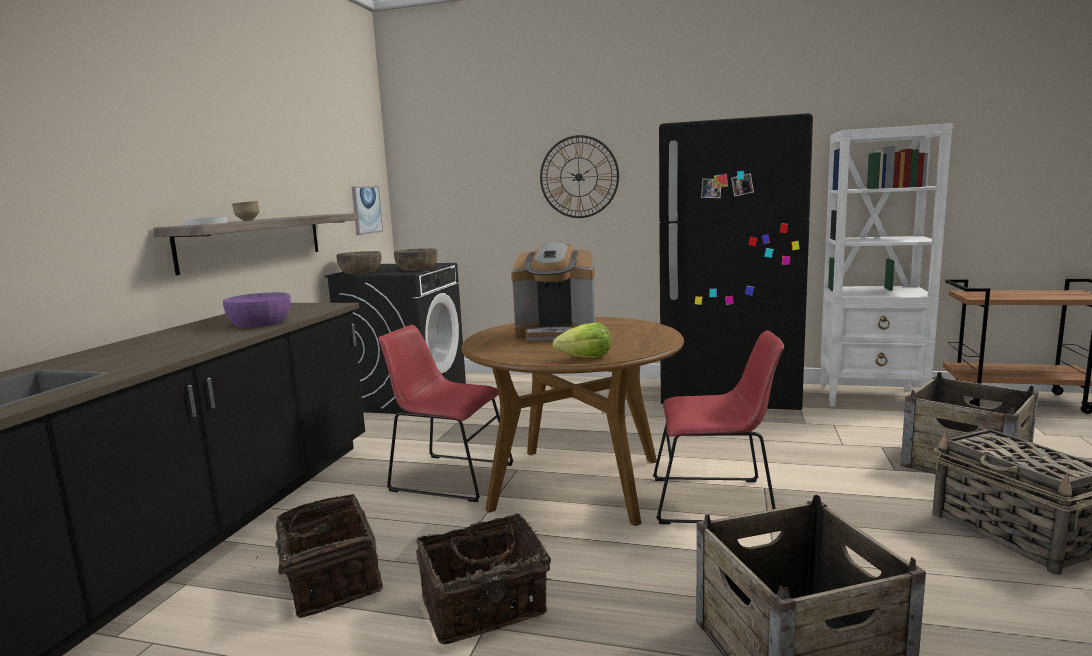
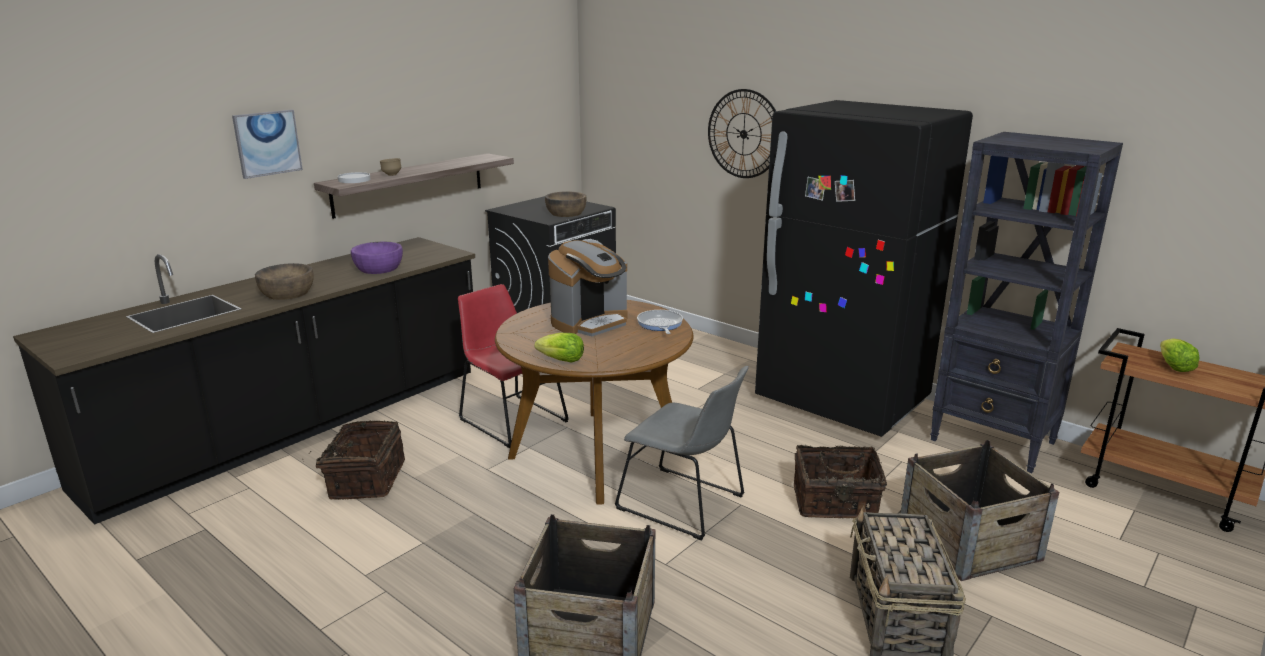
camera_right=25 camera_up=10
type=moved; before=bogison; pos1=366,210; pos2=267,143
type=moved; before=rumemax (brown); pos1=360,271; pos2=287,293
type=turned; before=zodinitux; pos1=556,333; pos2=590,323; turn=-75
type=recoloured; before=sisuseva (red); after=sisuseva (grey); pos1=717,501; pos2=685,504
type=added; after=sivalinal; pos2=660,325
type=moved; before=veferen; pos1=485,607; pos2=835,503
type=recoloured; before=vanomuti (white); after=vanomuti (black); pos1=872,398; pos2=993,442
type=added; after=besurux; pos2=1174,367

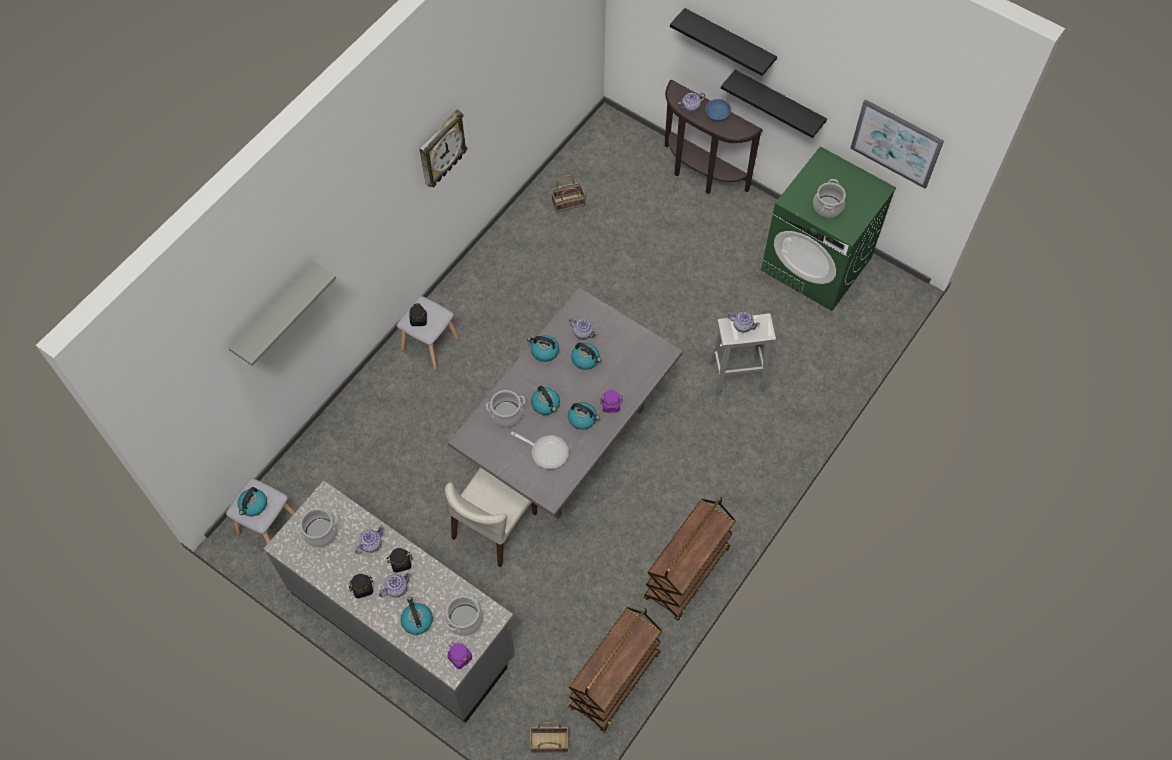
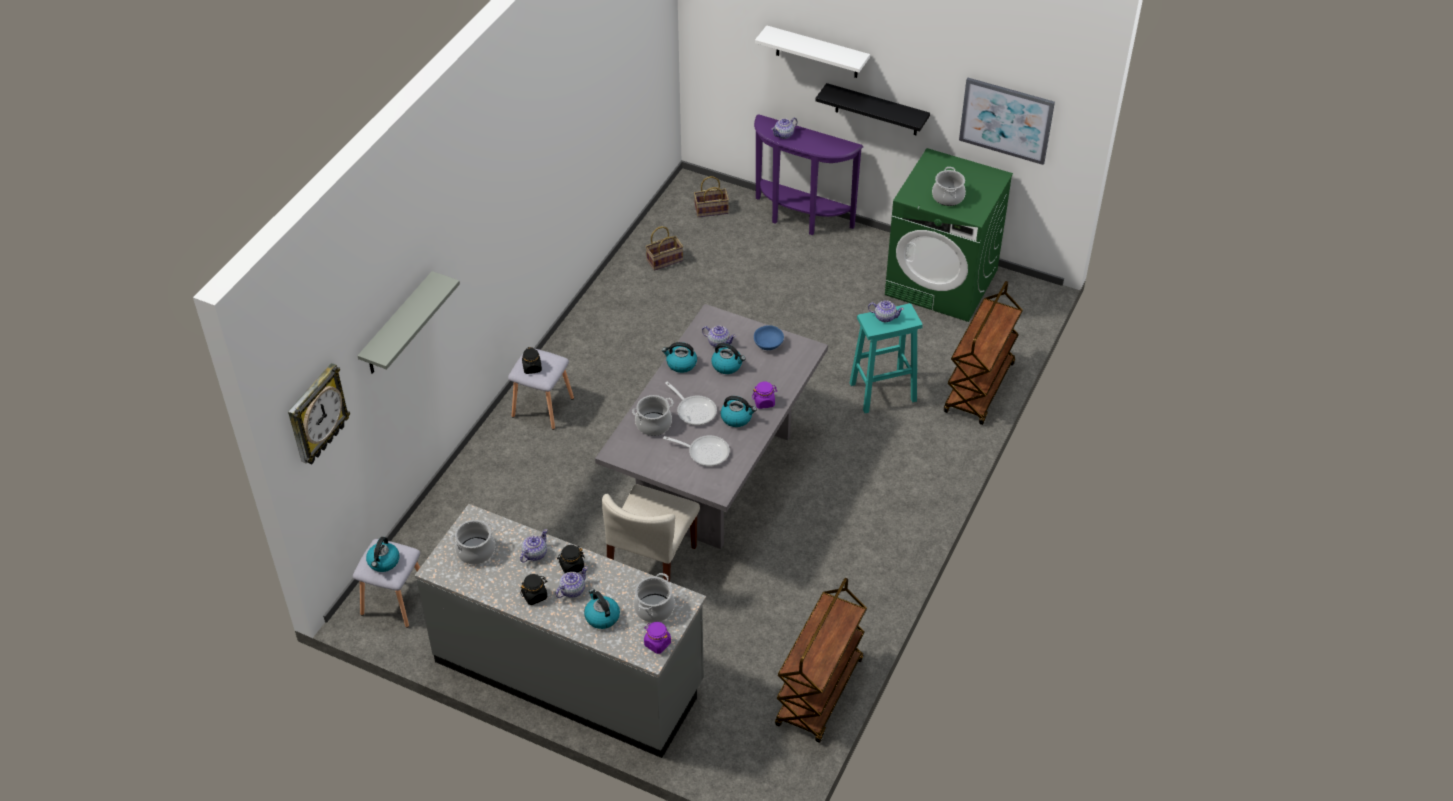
camera_right=-10 camera_up=-15
type=moved; before=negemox; pos1=441,149; pos2=316,415
type=replaced; before=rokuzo; after=sivalinal; pos1=546,404; pos2=694,410
type=moved; before=veferen; pos1=548,743; pos2=710,211
type=recoloured; before=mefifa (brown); after=mefifa (purple); pos1=700,175; pos2=799,219
type=moved; before=rumemax (blue); pos1=717,115; pos2=768,344
type=recoloured; before=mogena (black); after=mogena (white); pos1=728,42; pos2=817,52
type=recoloured; before=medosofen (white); after=medosofen (turquoise); pos1=737,375; pos2=884,391
type=moved; before=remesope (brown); pos1=687,574; pos2=979,389

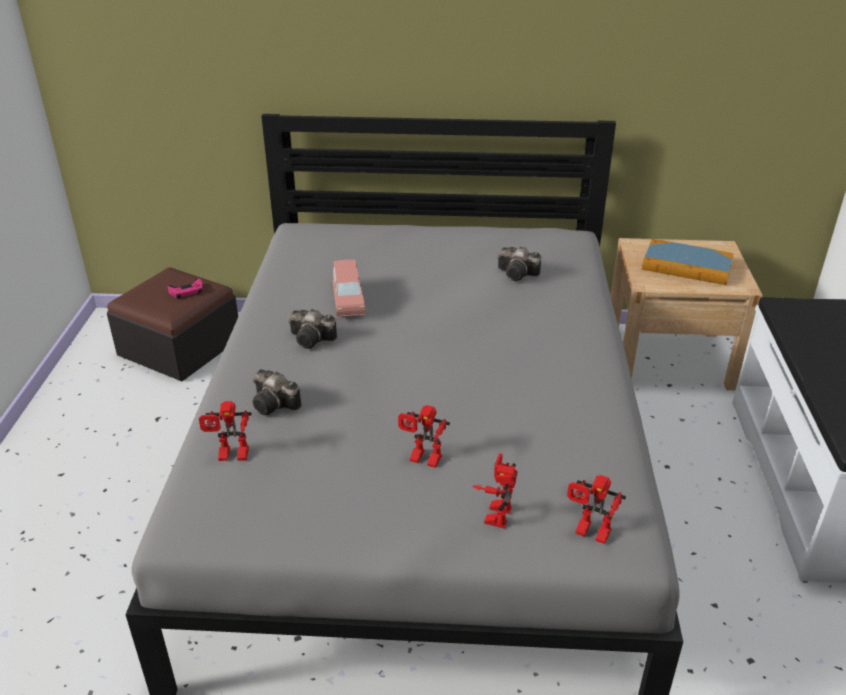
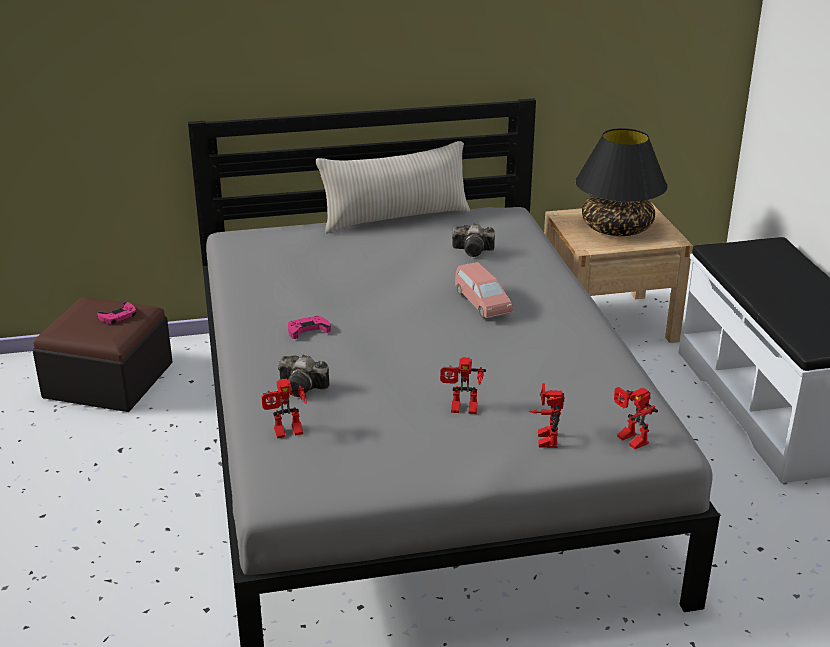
camera_right=-15 camera_up=-5
type=replaced; before=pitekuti; after=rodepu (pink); pos1=313,339; pos2=308,330
type=added; after=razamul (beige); pos2=395,218
type=moved; before=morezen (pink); pos1=348,300; pos2=482,303
type=replaced; before=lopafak; after=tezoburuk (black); pos1=686,266; pos2=617,228
type=turned; before=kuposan; pos1=589,533; pos2=628,440; turn=45

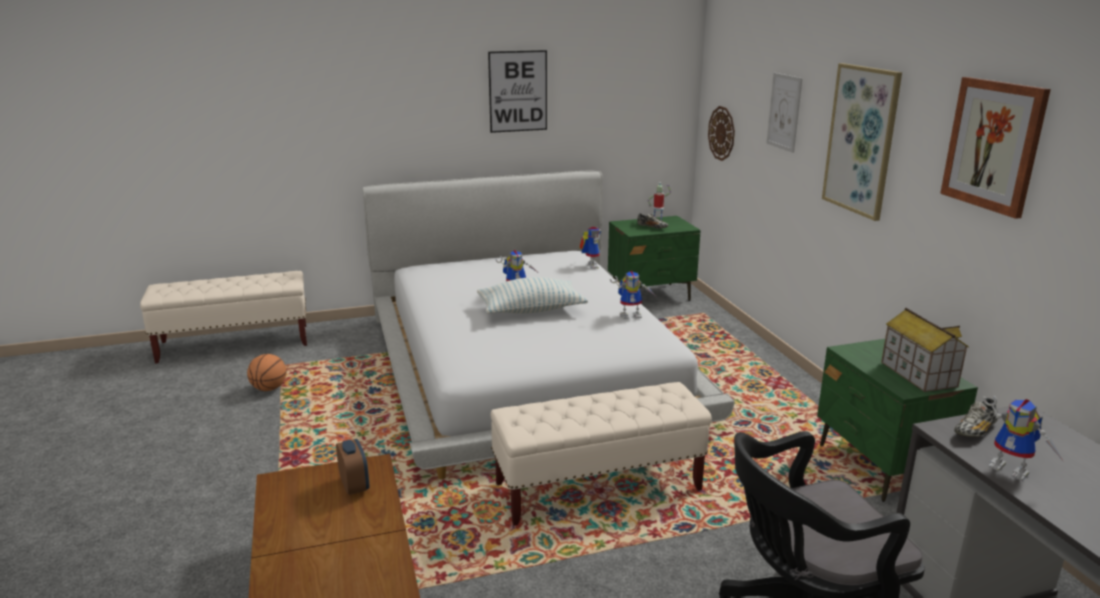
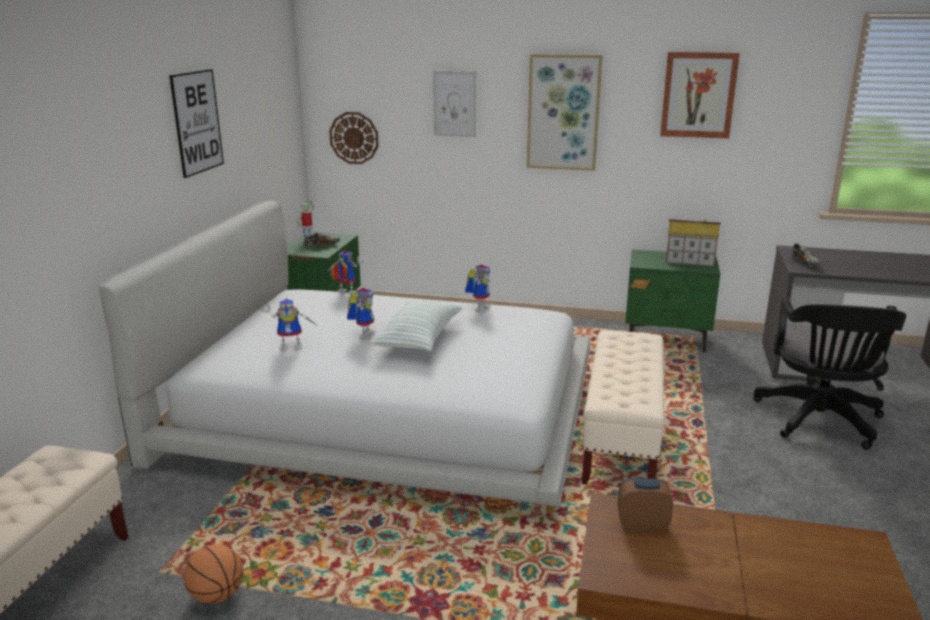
camera_right=-60 camera_up=0
type=moved; before=kuposan; pos1=1013,470; pos2=293,346

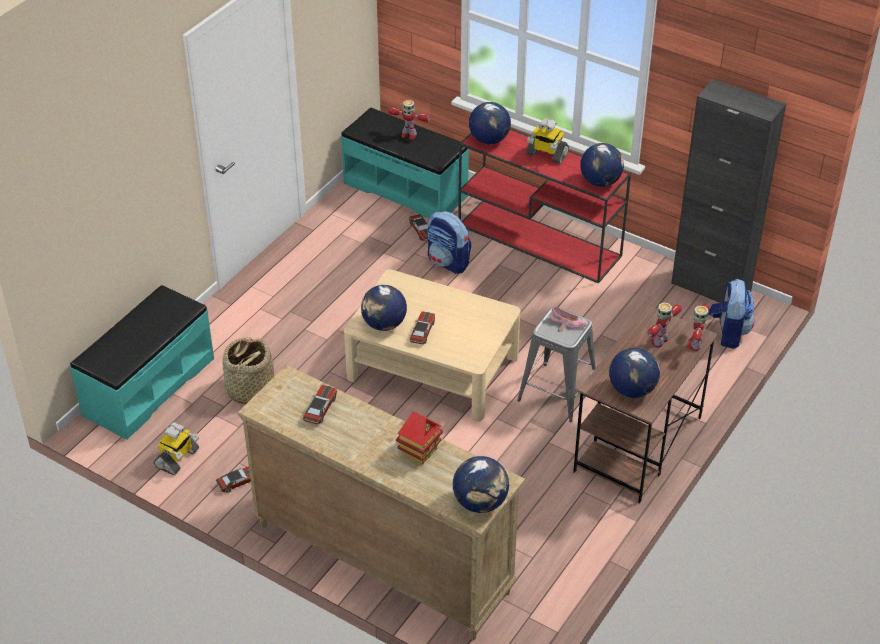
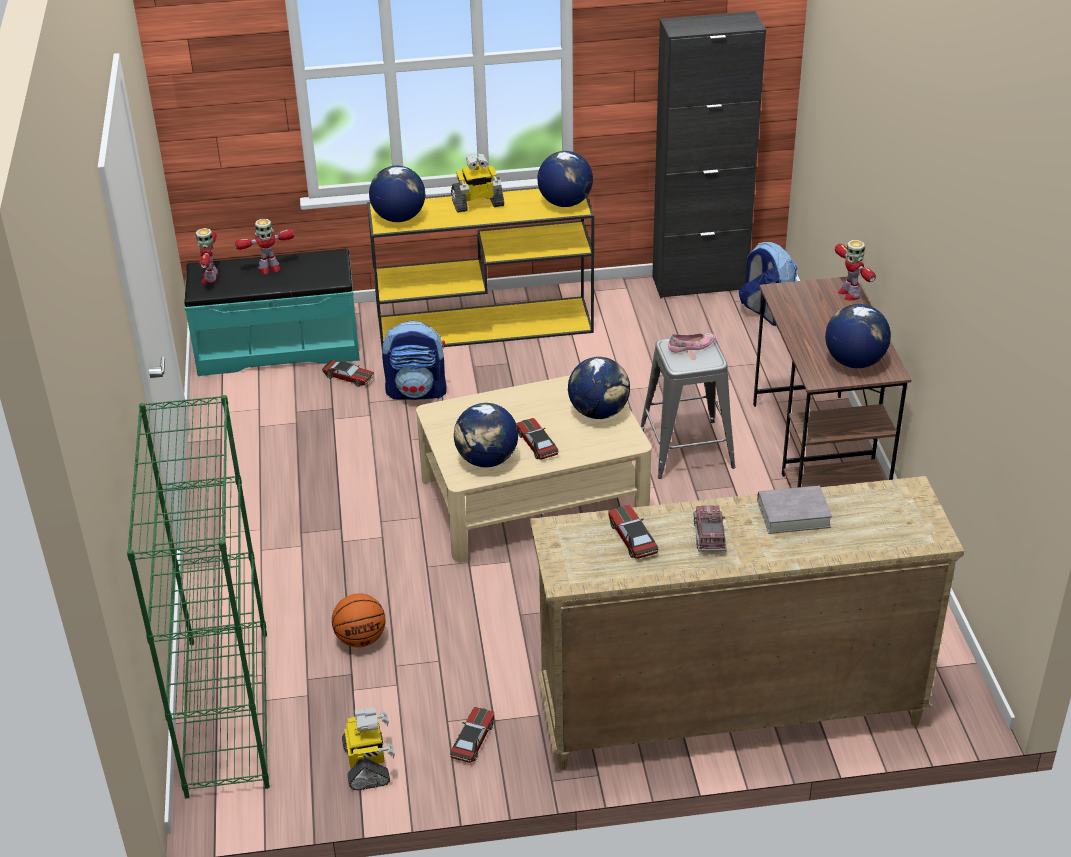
camera_right=-40 camera_up=-5
type=replaced; before=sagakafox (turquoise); after=vanomuti (green); pos1=148,386; pos2=227,711
type=moved; before=kuposan; pos1=660,341; pos2=210,278
type=replaced; before=veferen; after=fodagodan; pos1=250,390; pos2=360,639
type=recoloured; before=mefifa (red); after=mefifa (yellow); pos1=540,241; pos2=487,324
type=moved; before=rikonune; pos1=480,502; pos2=599,412
type=added; after=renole; pos2=709,536
type=replaced; before=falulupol; after=lopafak (grey); pos1=419,451; pos2=793,514

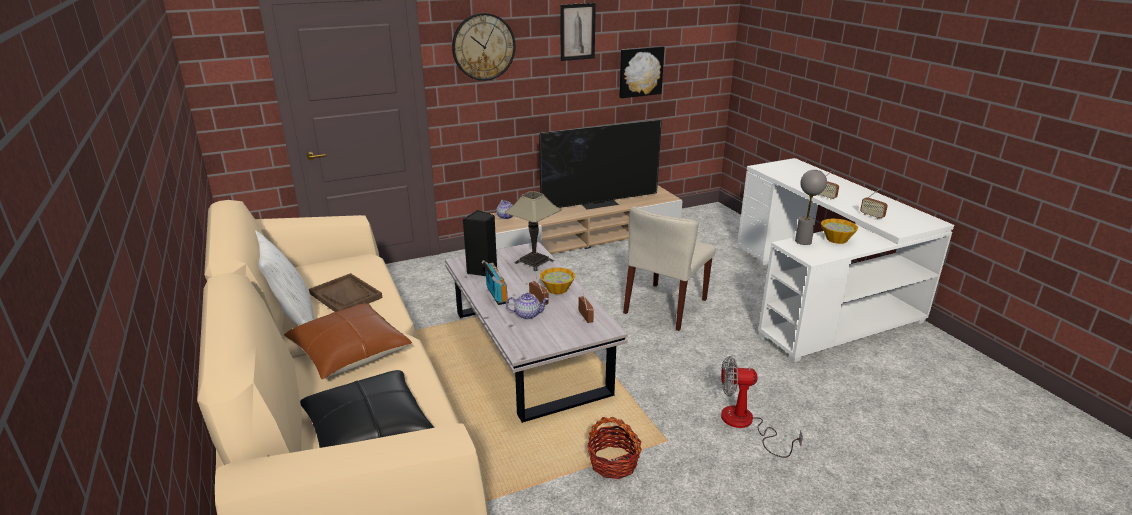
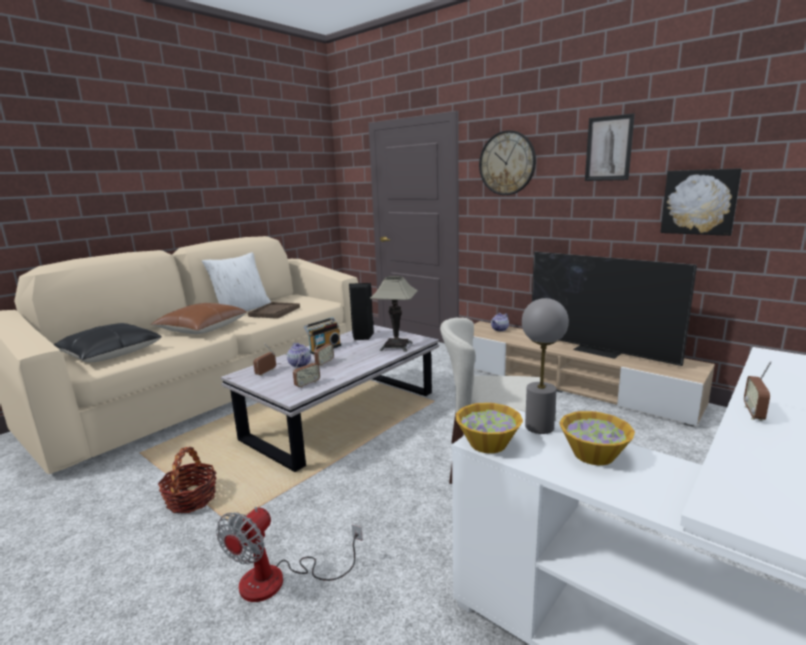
camera_right=65 camera_up=-10
type=turned; before=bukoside; pos1=745,424; pos2=278,580; turn=-135
type=moved; before=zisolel; pos1=872,216; pos2=266,372
type=moved; before=rumemax; pos1=557,289; pos2=488,443

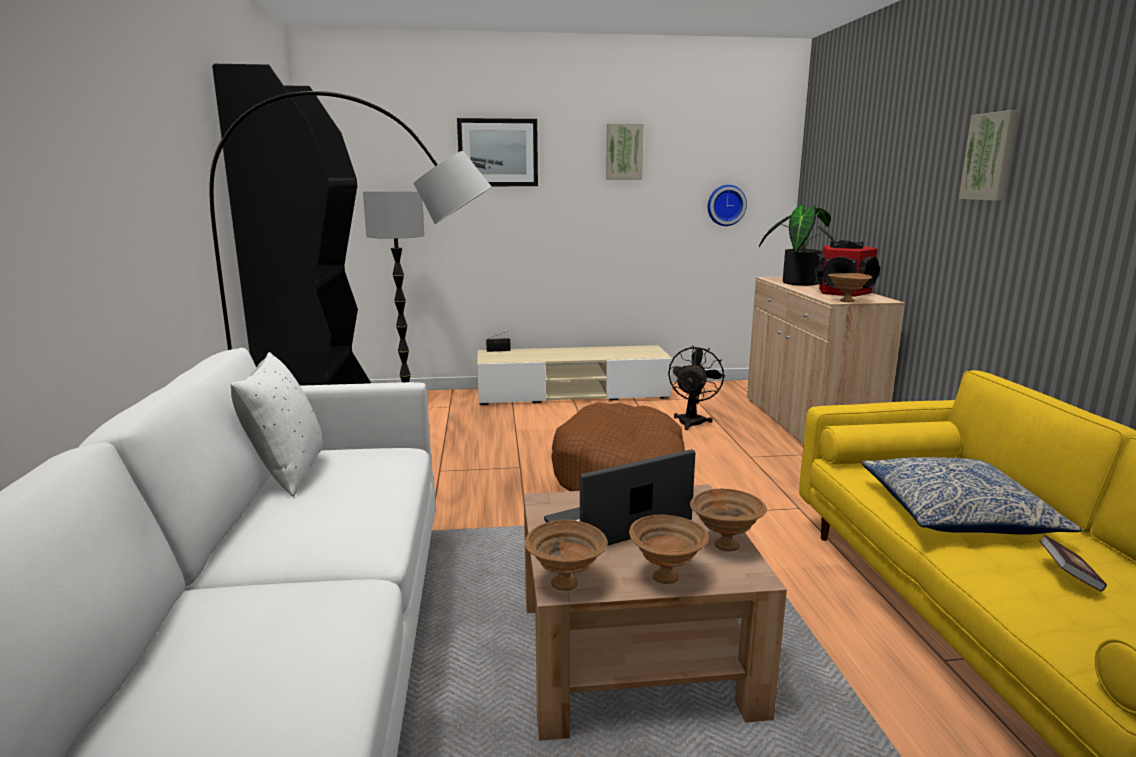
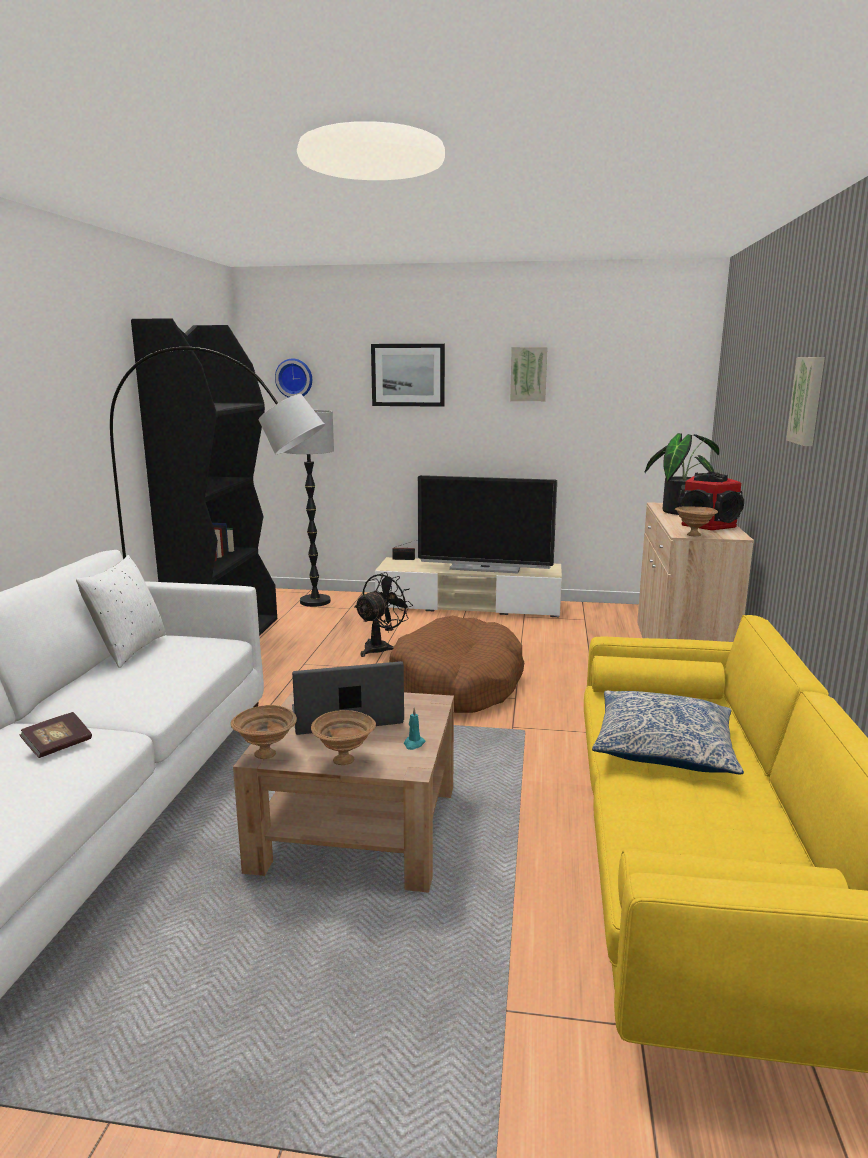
camera_right=15 camera_up=0
type=moved; before=lopafak; pos1=1068,575; pos2=58,746
type=moved; before=negemox; pos1=725,205; pos2=294,378
type=moved; before=bukoside (black); pos1=692,420; pos2=381,647
type=replaced; before=rumemax (brown); after=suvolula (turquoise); pos1=724,545; pos2=414,744
type=added; after=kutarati; pos2=485,568

